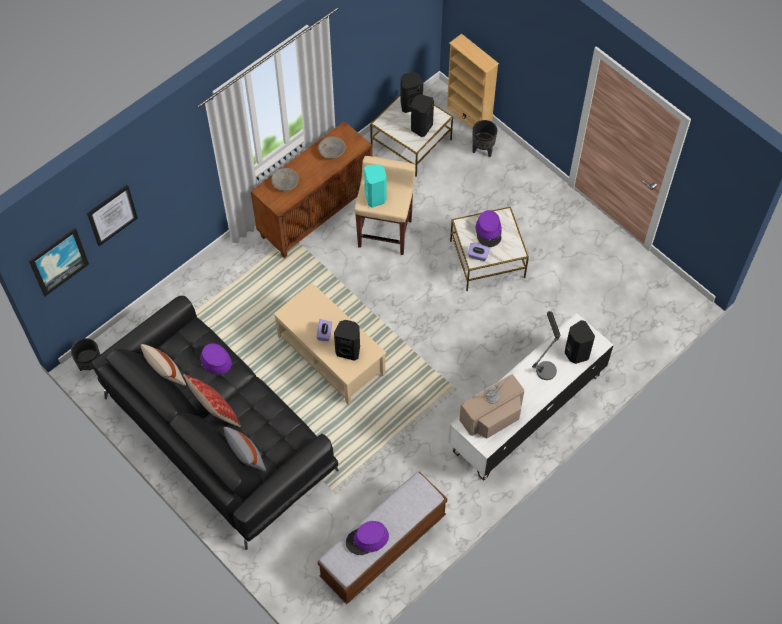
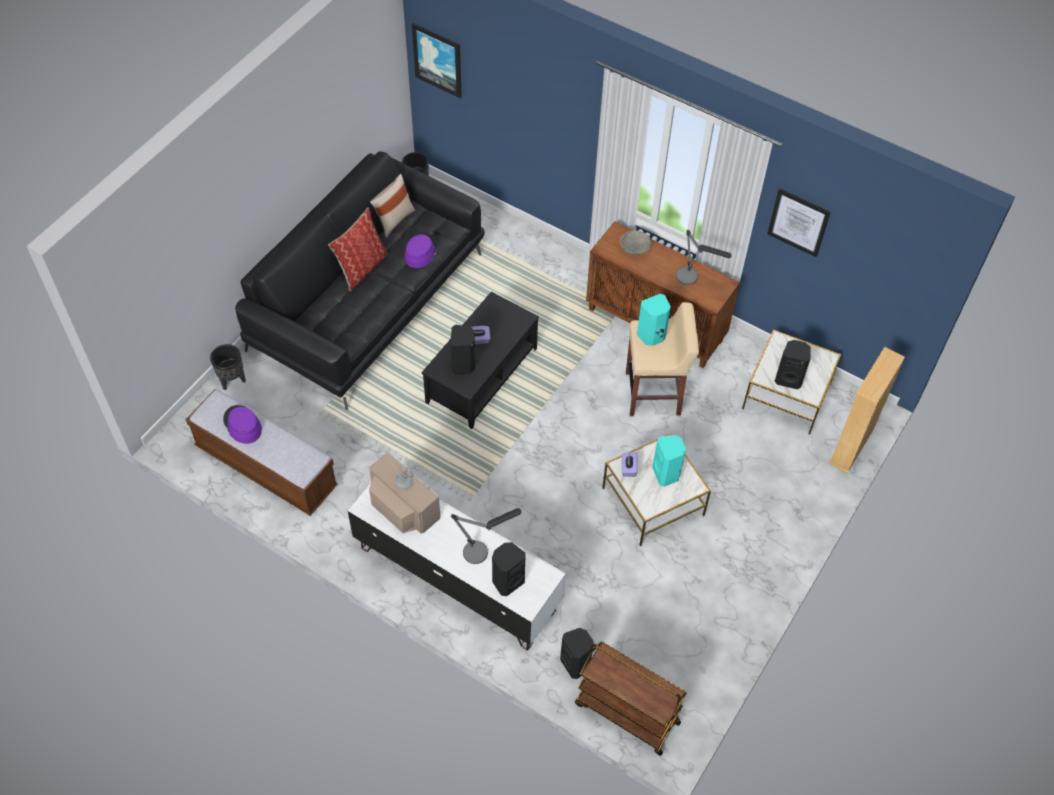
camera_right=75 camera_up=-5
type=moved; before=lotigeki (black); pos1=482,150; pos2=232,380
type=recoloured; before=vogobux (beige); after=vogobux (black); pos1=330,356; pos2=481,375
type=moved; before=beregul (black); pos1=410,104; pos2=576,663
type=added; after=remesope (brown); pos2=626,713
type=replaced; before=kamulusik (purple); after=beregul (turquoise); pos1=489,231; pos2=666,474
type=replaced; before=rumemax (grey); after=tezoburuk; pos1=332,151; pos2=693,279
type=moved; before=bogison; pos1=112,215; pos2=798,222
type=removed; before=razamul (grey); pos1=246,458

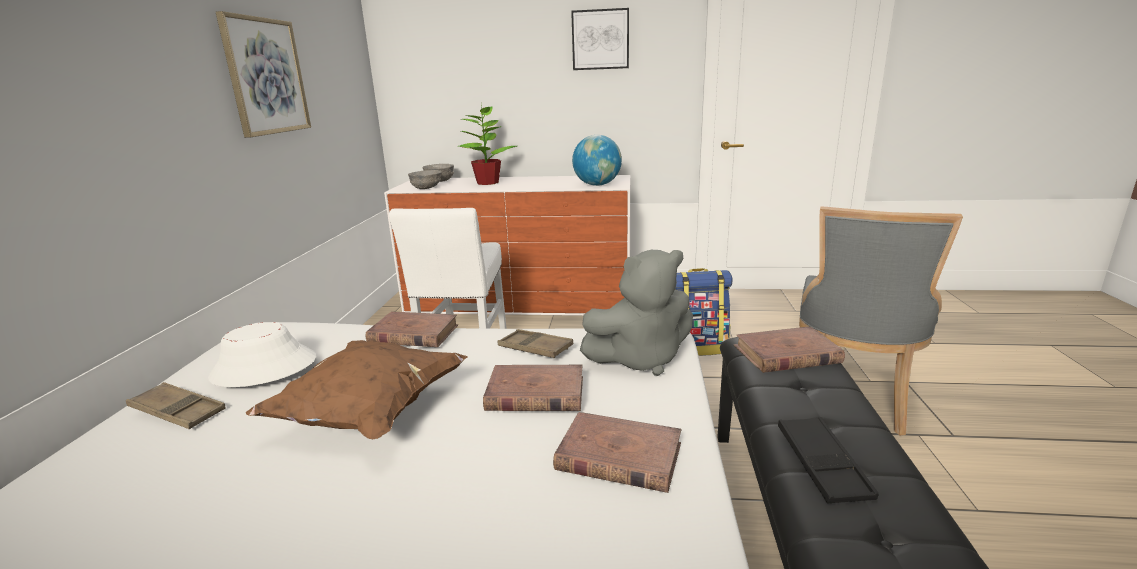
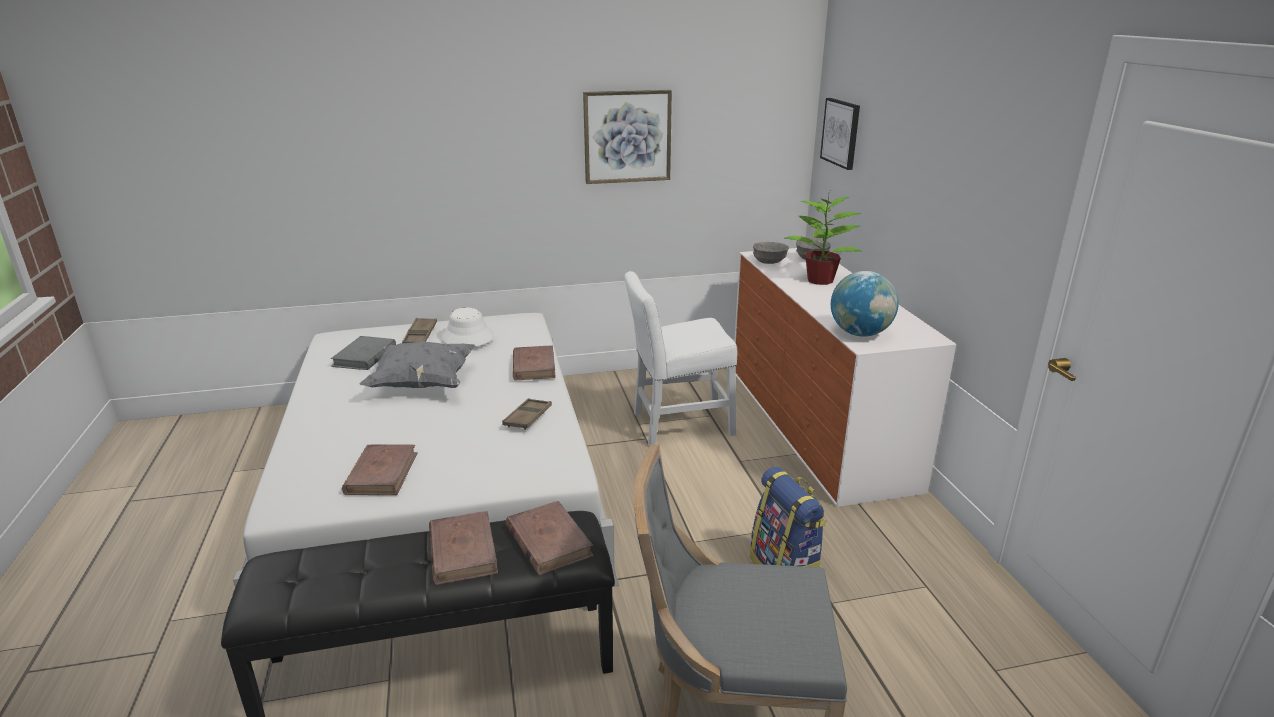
camera_right=70 camera_up=5
type=added; after=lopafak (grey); pos2=364,356
type=recoloured; before=razamul (brown); after=razamul (grey); pos1=370,413; pos2=422,384
type=moved; before=lopafak (brown); pos1=534,393; pos2=463,551
type=moved; before=bogison; pos1=600,40; pos2=841,133
type=removed; before=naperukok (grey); pos1=640,359
type=removed; before=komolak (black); pos1=822,465

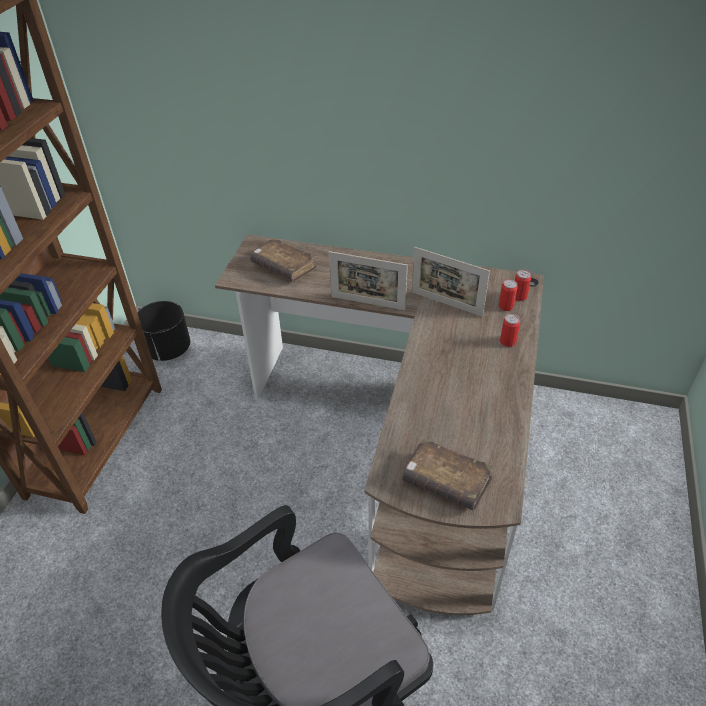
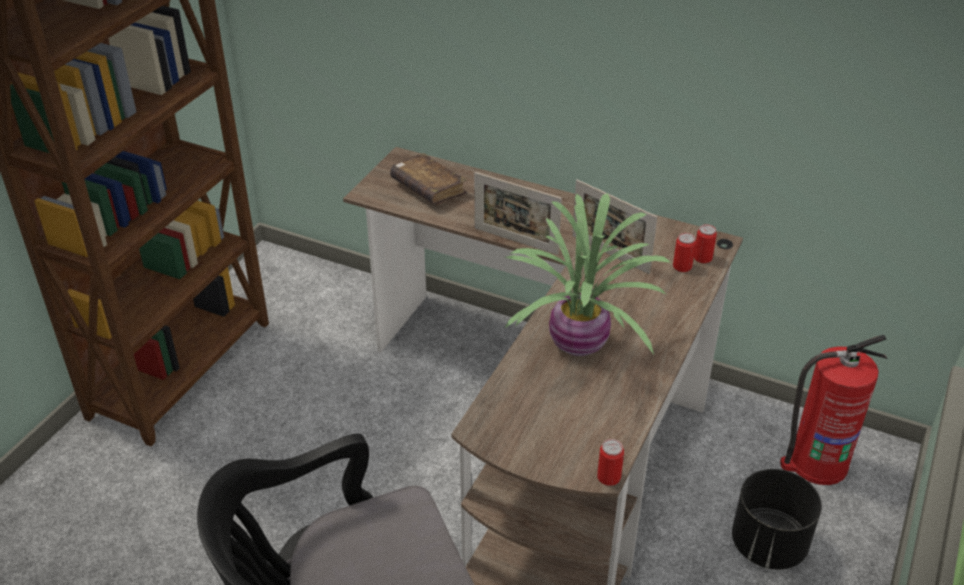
camera_right=10 camera_up=-5
type=added; after=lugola; pos2=579,346
type=moved; before=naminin; pos1=507,341; pos2=608,477
type=moved; before=lotigeki (black); pos1=168,349; pos2=767,545
type=added; after=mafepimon; pos2=816,463
type=removed; before=lopafak (brown); pos1=446,481

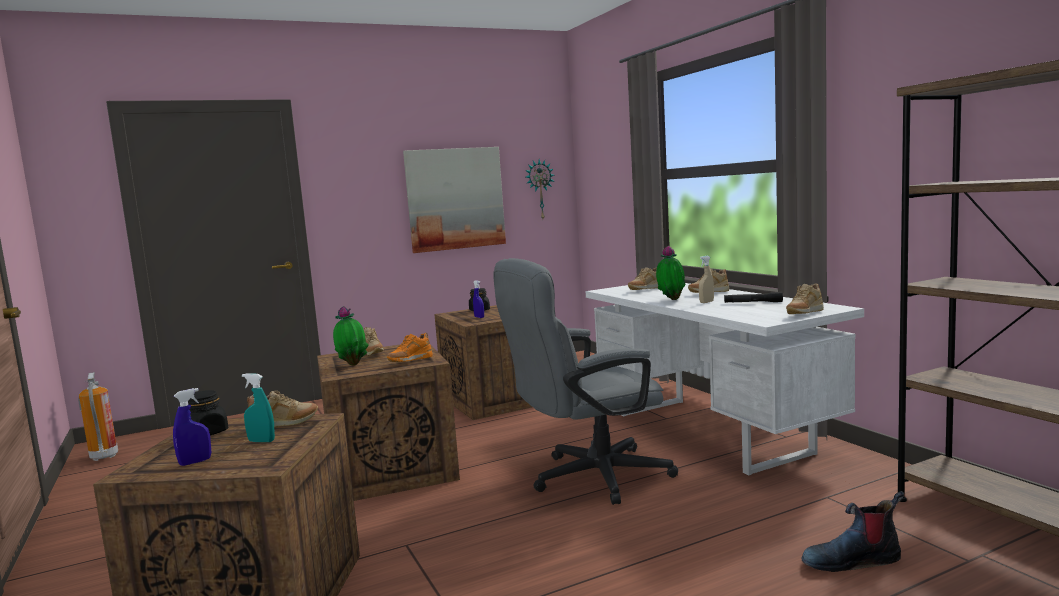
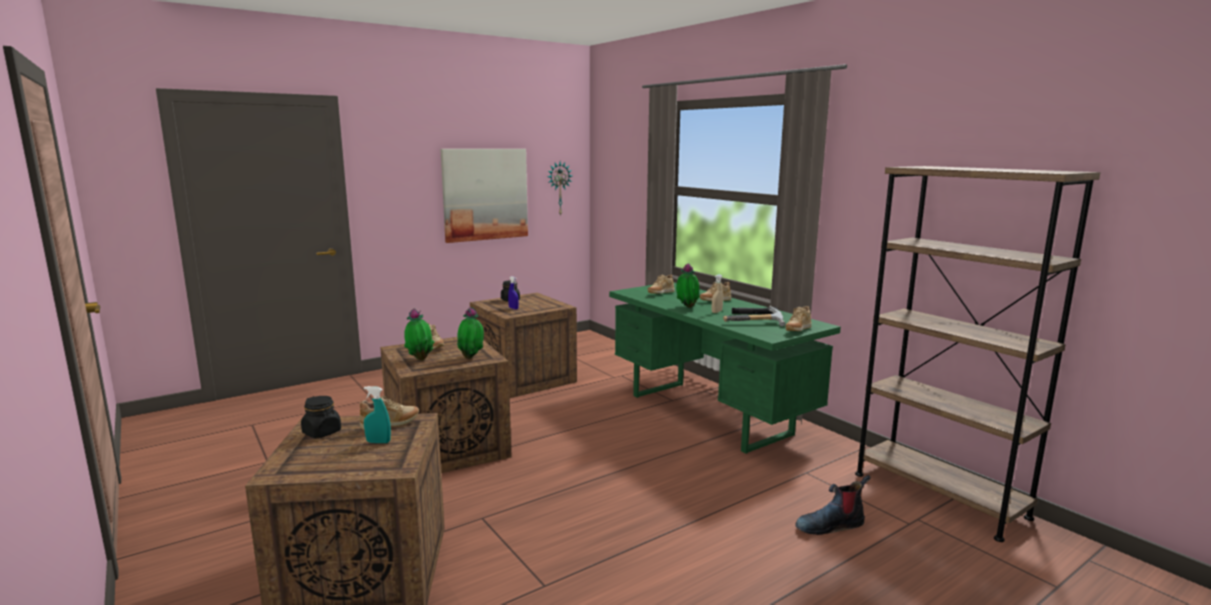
camera_right=-10 camera_up=5
type=replaced; before=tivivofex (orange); after=lugola; pos1=409,361; pos2=471,357
type=recoloured; before=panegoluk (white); after=panegoluk (green); pos1=710,432; pos2=710,414
type=added; after=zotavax; pos2=756,324
type=removed; before=mafepimon; pos1=104,457
type=removed; before=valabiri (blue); pos1=195,462
type=removed; before=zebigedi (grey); pos1=588,478

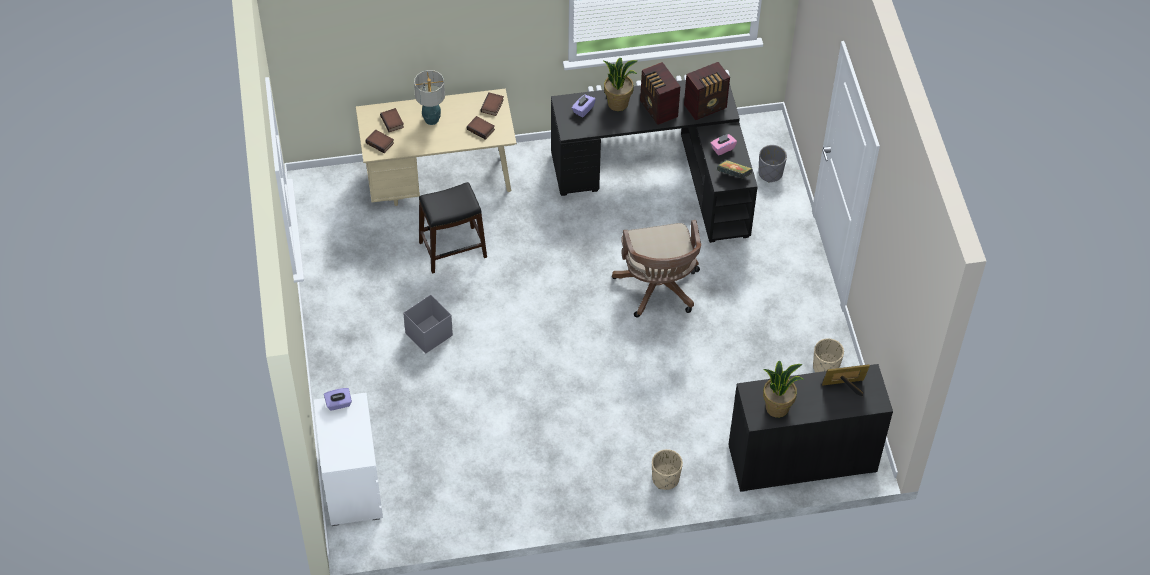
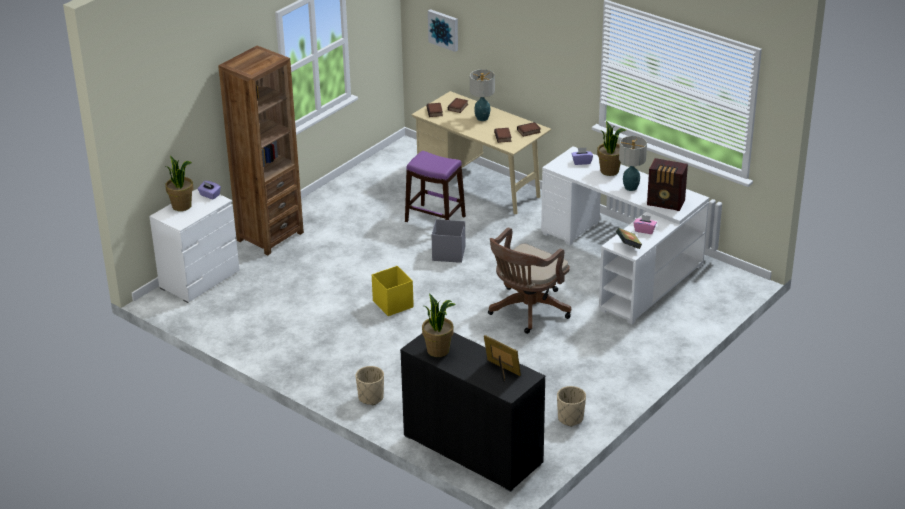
camera_right=50 camera_up=-20
type=added; after=lugola; pos2=182,206
type=added; after=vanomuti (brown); pos2=270,236
type=added; after=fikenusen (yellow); pos2=393,304
type=recoloured; before=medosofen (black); after=medosofen (purple); pos1=453,250; pos2=435,219
type=added; after=bogison; pos2=444,29
type=moved; before=fikenusen (grey); pos1=428,334; pos2=448,254
type=recoloured; before=panegoluk (black); after=panegoluk (white); pos1=662,176; pos2=625,263
type=replaced; before=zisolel; after=tezoburuk; pos1=658,110; pos2=631,187
type=removed; before=lotigeki (grey); pos1=770,173

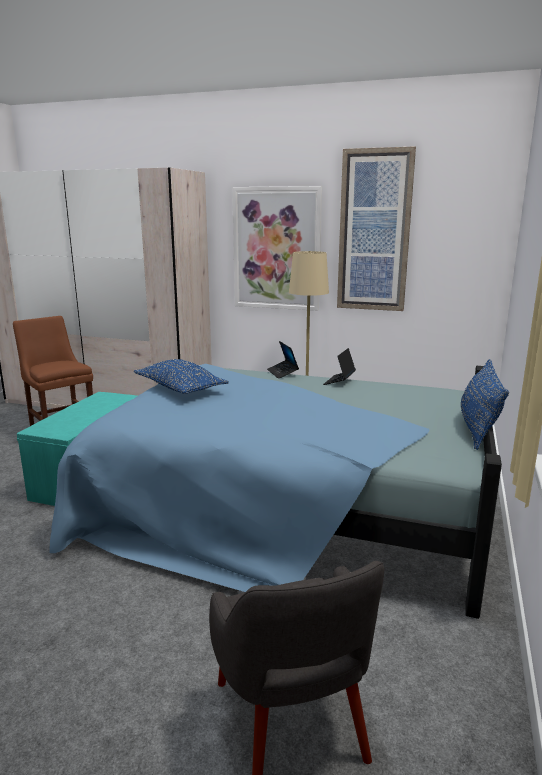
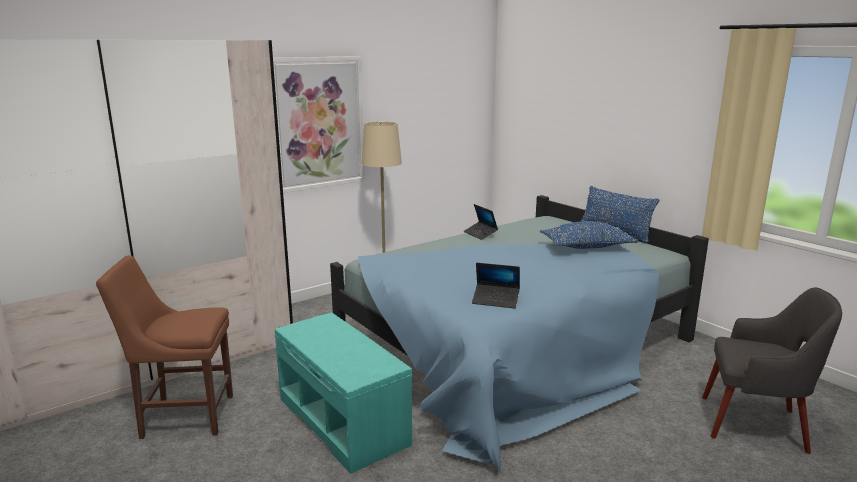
camera_right=-55 camera_up=0
type=moved; before=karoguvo; pos1=282,373; pos2=496,300
type=moved; before=razamul (blue); pos1=180,388; pos2=587,246
type=removed; before=bogison; pos1=374,231

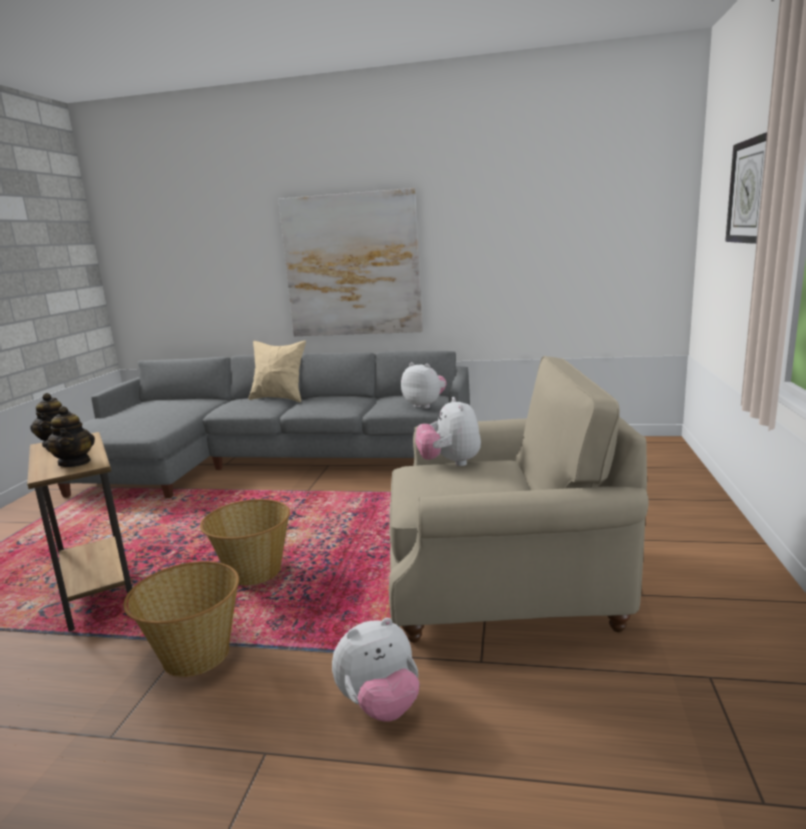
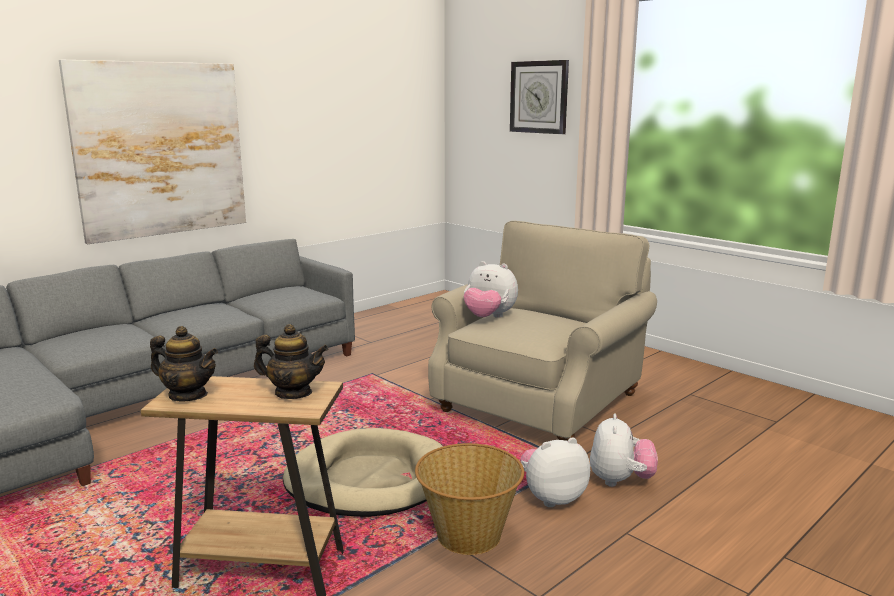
camera_right=-55 camera_up=0
type=replaced; before=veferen; after=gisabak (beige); pos1=253,572; pos2=369,479
type=moved; before=naperukok; pos1=425,405; pos2=552,497
type=removed; before=razamul (beige); pos1=280,398

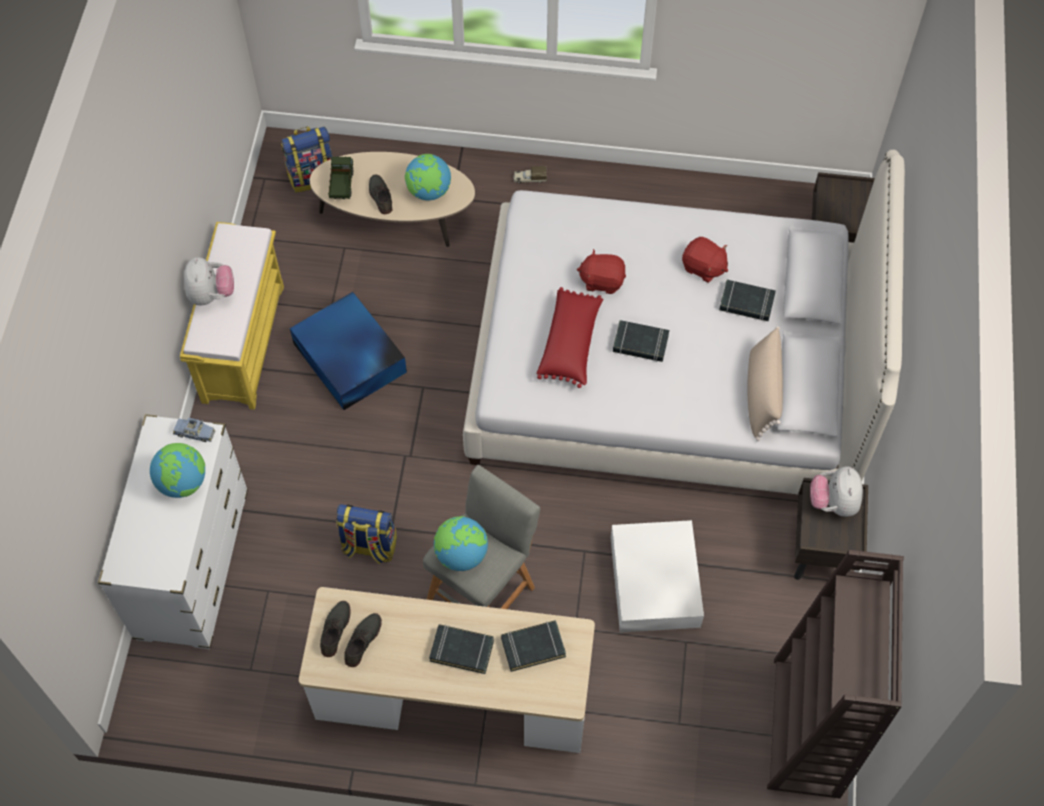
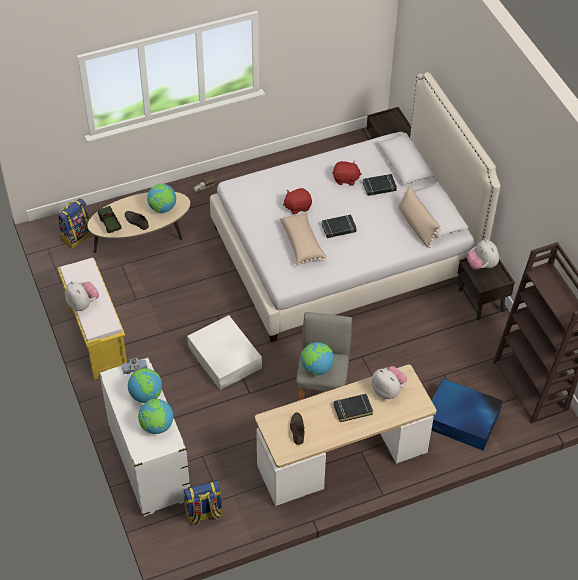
camera_right=-30 camera_up=-10
type=added; after=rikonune; pos2=156,426
type=moved; before=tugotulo; pos1=369,546; pos2=204,514
type=moved; before=fikenusen (white); pos1=654,583; pos2=225,358
type=recoloured; before=razamul (red); after=razamul (beige); pos1=571,344; pos2=302,243
type=replaced; before=lopafak (black); after=naperukok; pos1=533,647; pos2=388,390
type=moved; before=fikenusen (blue); pos1=350,359; pos2=462,420
type=removed; before=tivivofex (grey); pos1=335,629

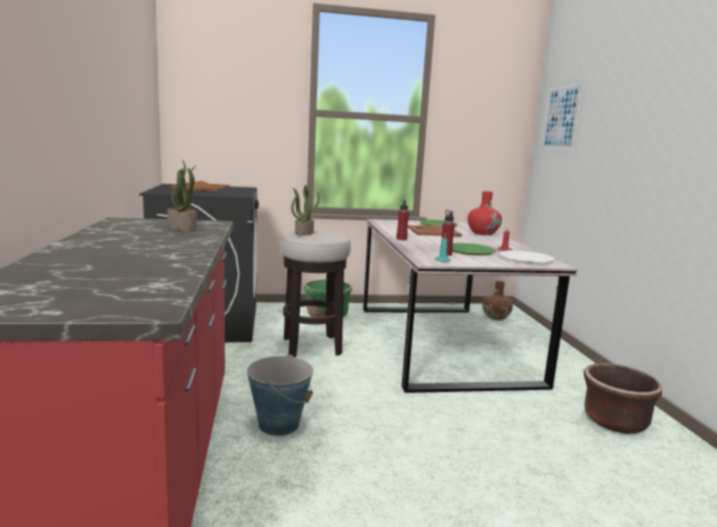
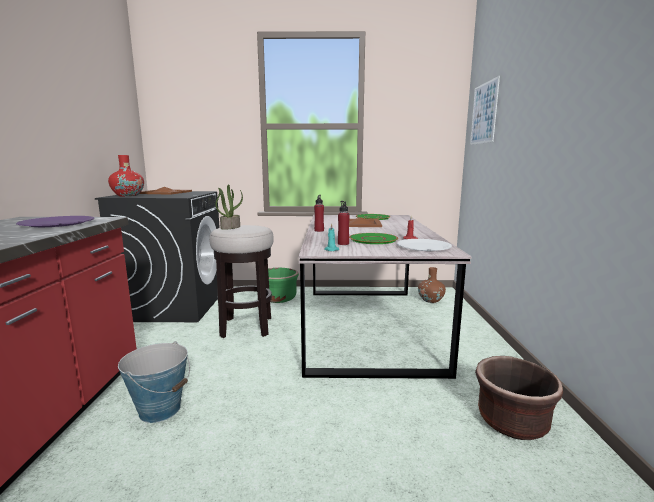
camera_right=10 camera_up=0
type=replaced; before=lugola; after=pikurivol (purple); pos1=183,228; pos2=58,223
type=moved; before=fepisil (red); pos1=483,233; pos2=128,195

